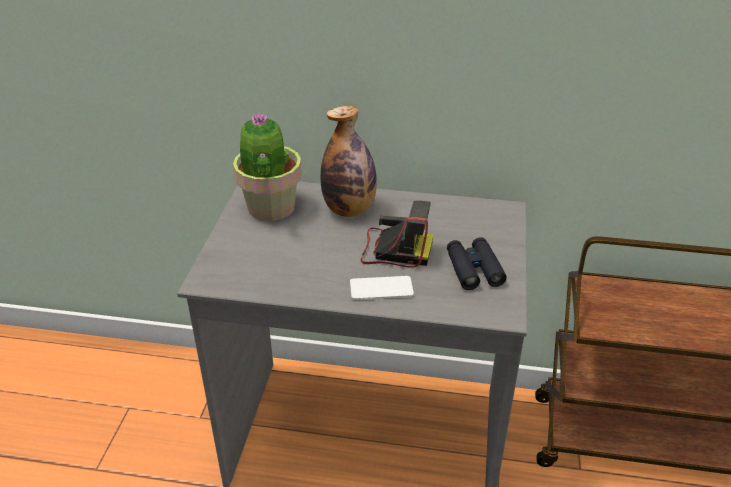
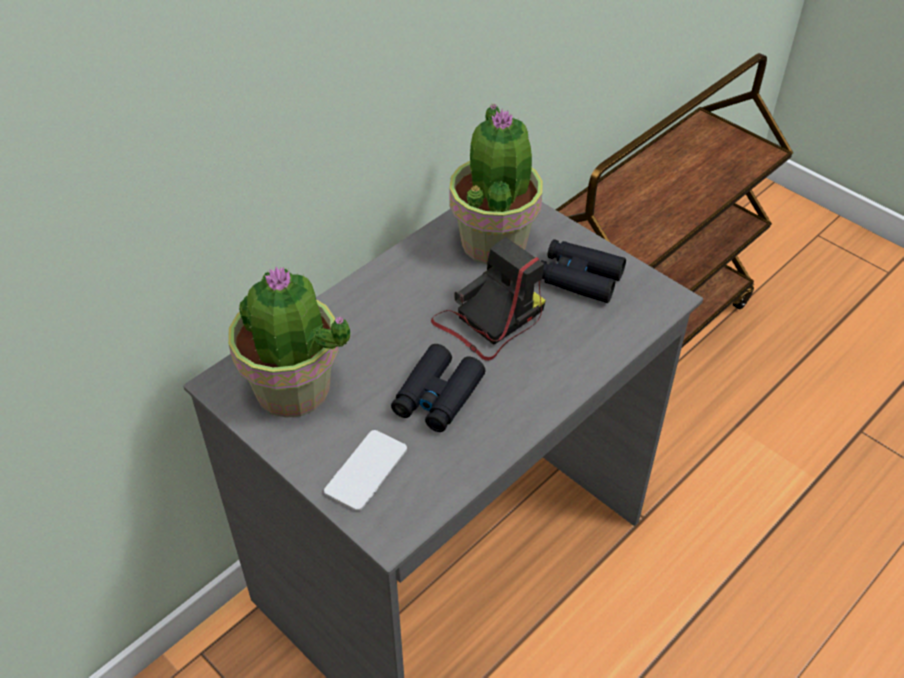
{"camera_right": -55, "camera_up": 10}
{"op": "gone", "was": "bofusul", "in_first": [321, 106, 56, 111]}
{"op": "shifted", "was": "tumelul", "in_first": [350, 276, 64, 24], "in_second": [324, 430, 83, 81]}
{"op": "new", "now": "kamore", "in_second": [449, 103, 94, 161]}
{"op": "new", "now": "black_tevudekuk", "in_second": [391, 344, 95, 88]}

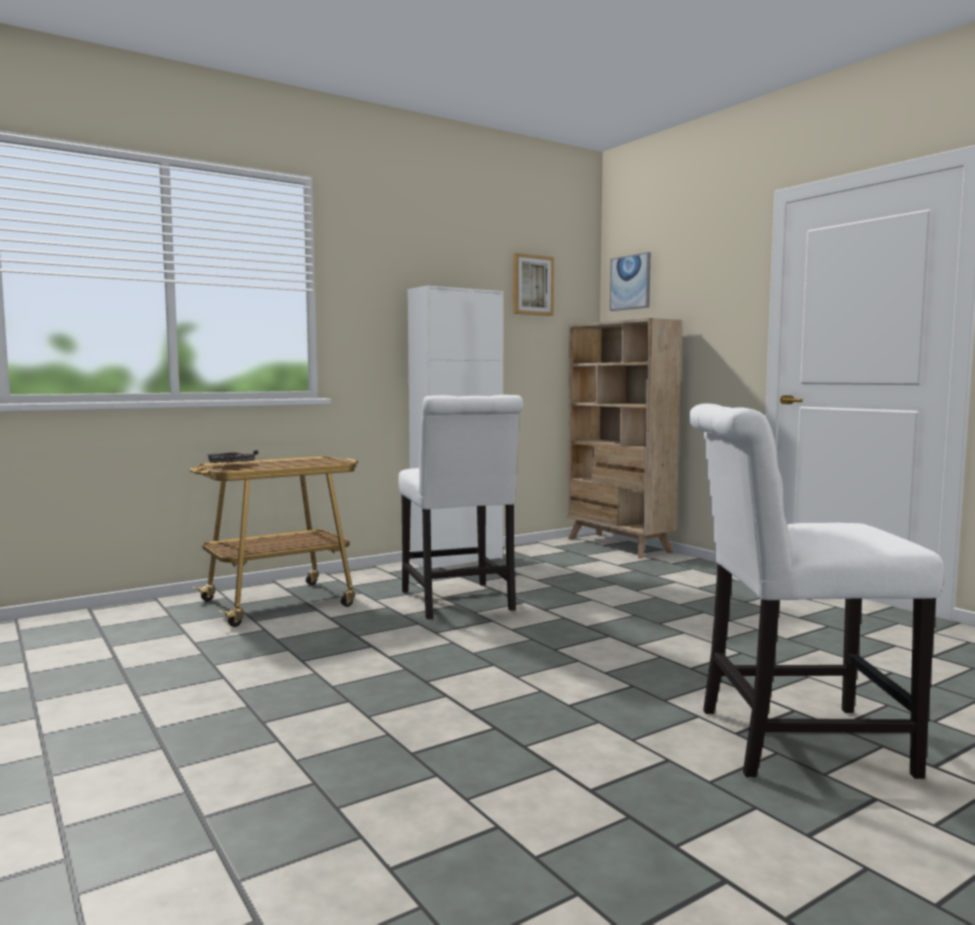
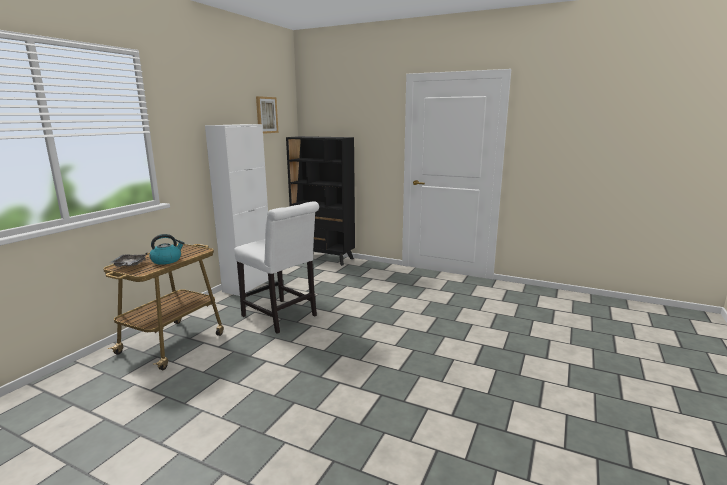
{"camera_right": -30, "camera_up": 10}
{"op": "gone", "was": "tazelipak", "in_first": [610, 252, 41, 59]}
{"op": "repainted", "was": "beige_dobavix", "now": "black_dobavix", "in_first": [567, 318, 115, 241], "in_second": [286, 136, 69, 130]}
{"op": "gone", "was": "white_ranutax", "in_first": [689, 404, 255, 376]}
{"op": "new", "now": "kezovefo", "in_second": [149, 234, 35, 31]}

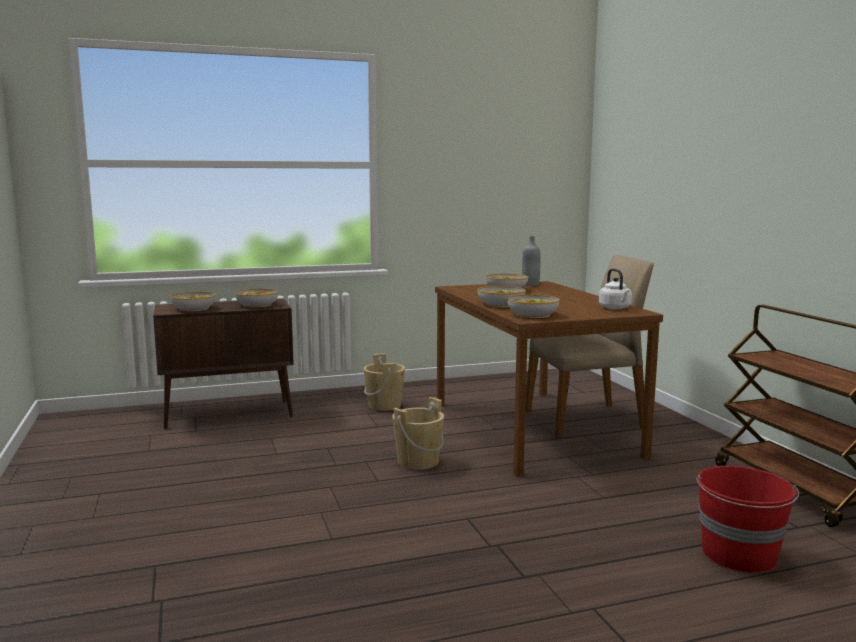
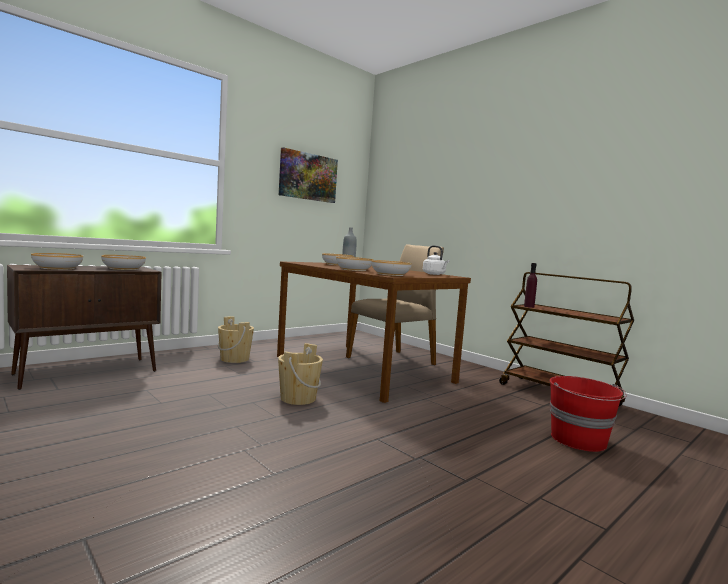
{"camera_right": -25, "camera_up": -5}
{"op": "new", "now": "tazelipak", "in_second": [279, 147, 59, 56]}
{"op": "new", "now": "purple_bofusul", "in_second": [524, 263, 13, 45]}

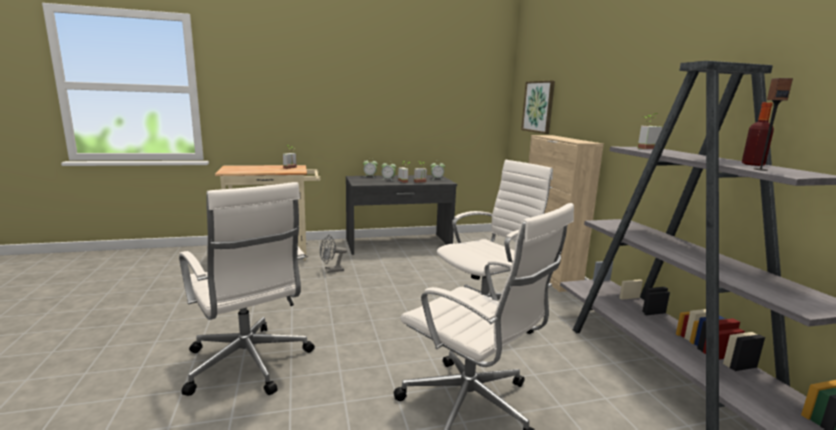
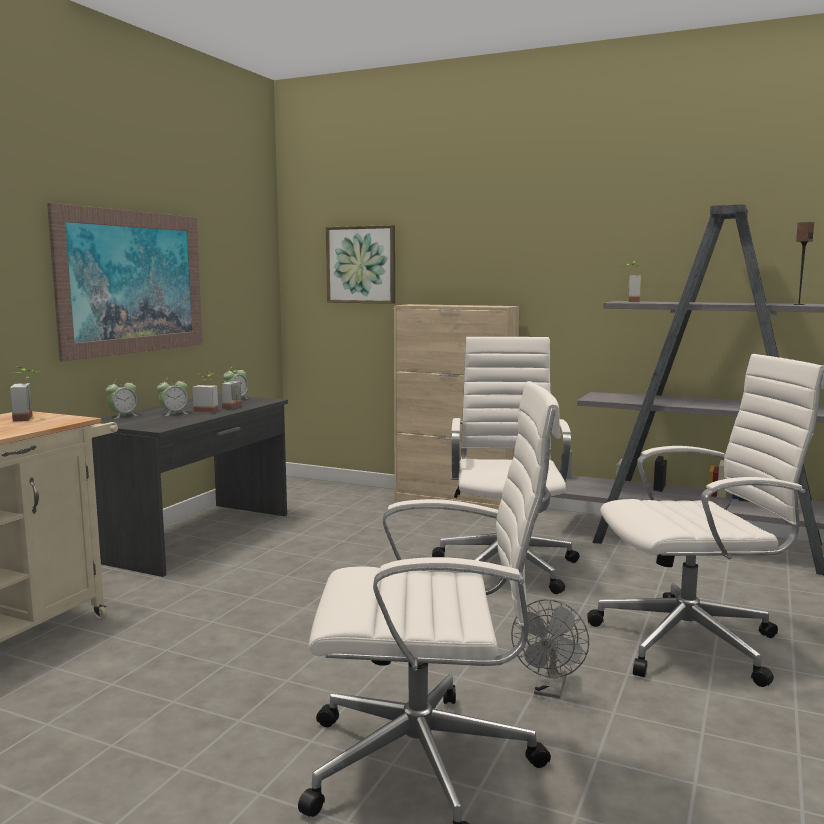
{"camera_right": -50, "camera_up": -5}
{"op": "gone", "was": "bofusul", "in_first": [742, 102, 32, 64]}
{"op": "shifted", "was": "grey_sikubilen", "in_first": [320, 236, 27, 37], "in_second": [511, 599, 78, 99]}
{"op": "new", "now": "tazelipak", "in_second": [47, 203, 156, 158]}

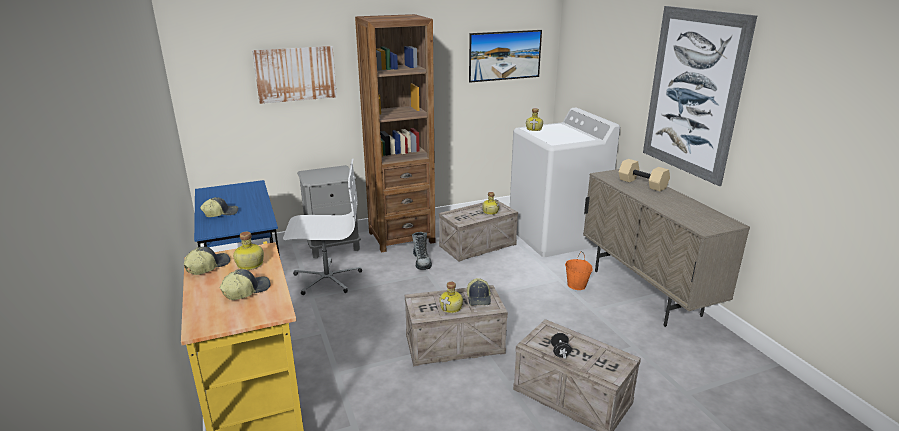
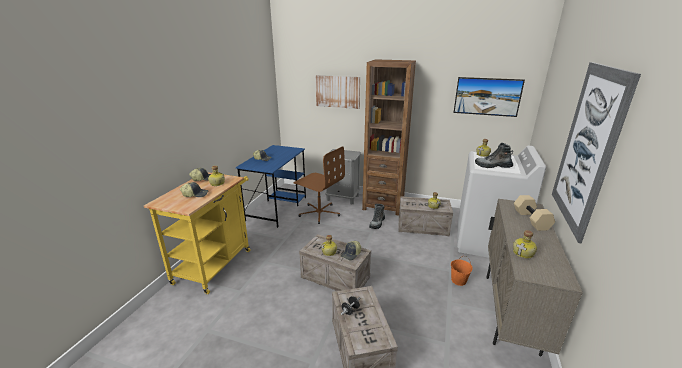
{"camera_right": 40, "camera_up": 0}
{"op": "repainted", "was": "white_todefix", "now": "brown_todefix", "in_first": [283, 159, 79, 136], "in_second": [294, 146, 51, 78]}
{"op": "new", "now": "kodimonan", "in_second": [475, 143, 38, 25]}
{"op": "new", "now": "bofusul", "in_second": [513, 230, 24, 29]}

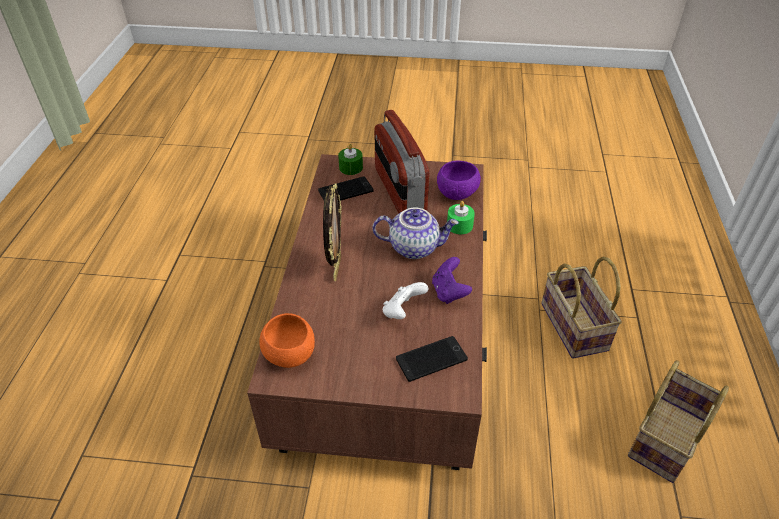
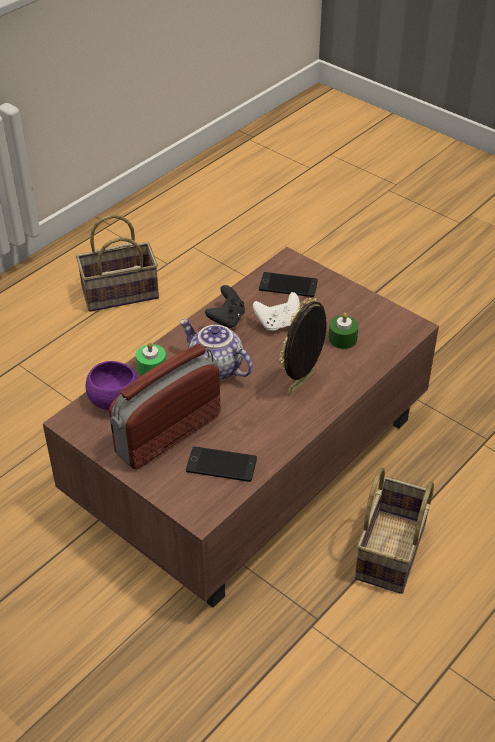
{"camera_right": -145, "camera_up": 0}
{"op": "rotated", "was": "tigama", "in_first": [374, 110, 55, 104], "in_second": [109, 344, 111, 126], "clockwise": -150}
{"op": "shifted", "was": "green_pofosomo", "in_first": [338, 144, 25, 31], "in_second": [328, 313, 31, 36]}
{"op": "shifted", "was": "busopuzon", "in_first": [541, 256, 81, 103], "in_second": [355, 467, 79, 127]}
{"op": "repainted", "was": "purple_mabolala", "now": "black_mabolala", "in_first": [432, 257, 40, 47], "in_second": [205, 285, 40, 43]}
{"op": "gone", "was": "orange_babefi", "in_first": [259, 313, 56, 55]}

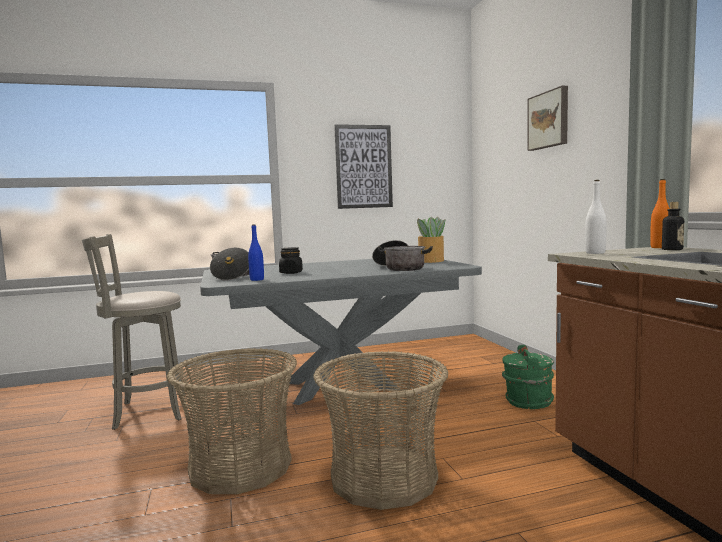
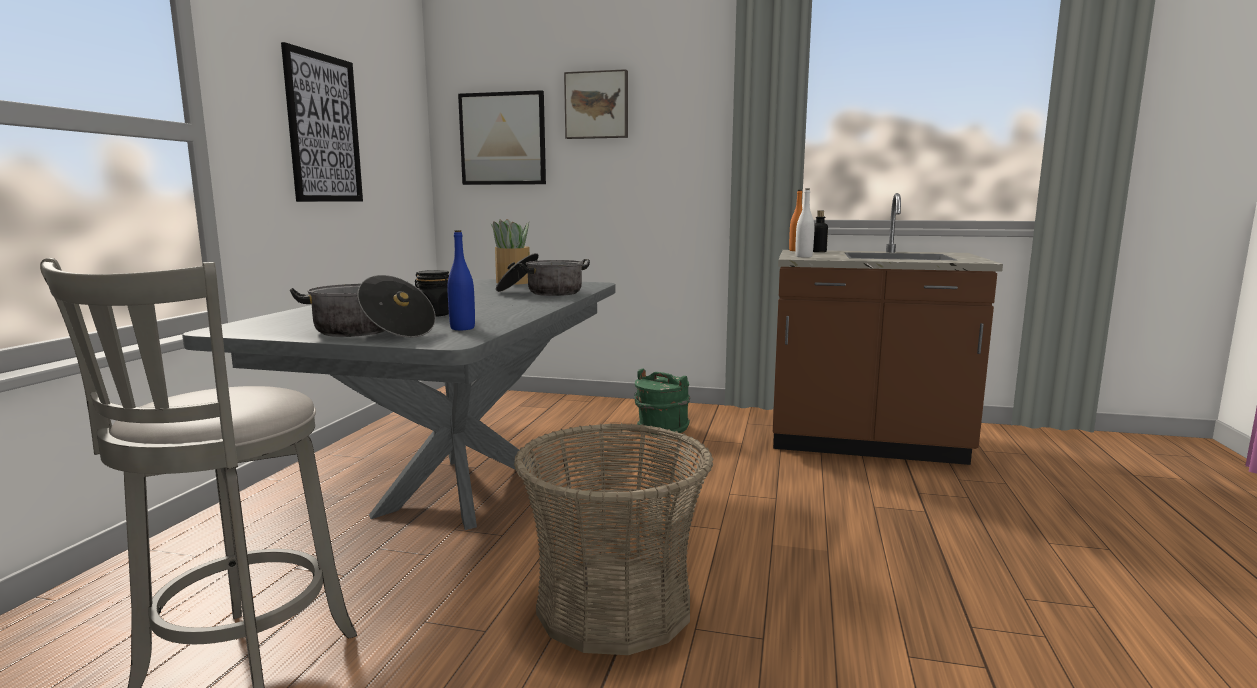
{"camera_right": -60, "camera_up": 5}
{"op": "gone", "was": "busopuzon", "in_first": [313, 351, 135, 159]}
{"op": "new", "now": "tazelipak", "in_second": [458, 90, 88, 95]}

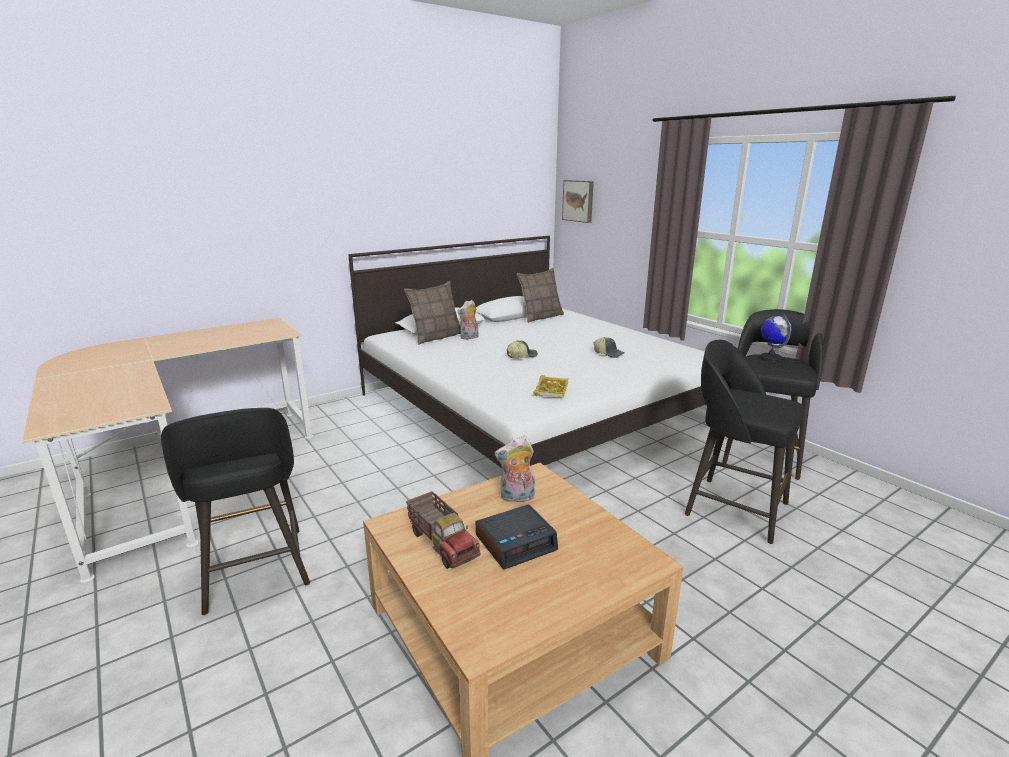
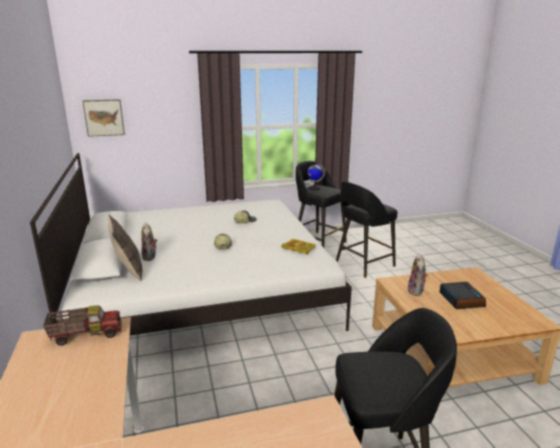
{"camera_right": -70, "camera_up": 0}
{"op": "gone", "was": "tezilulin", "in_first": [517, 268, 47, 55]}
{"op": "shifted", "was": "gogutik", "in_first": [406, 491, 74, 78], "in_second": [43, 305, 79, 41]}

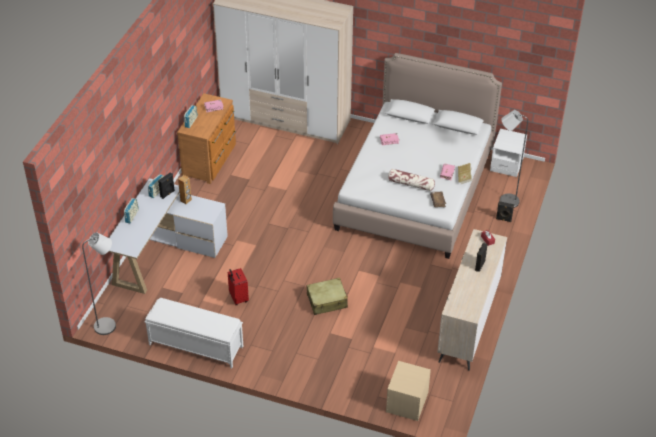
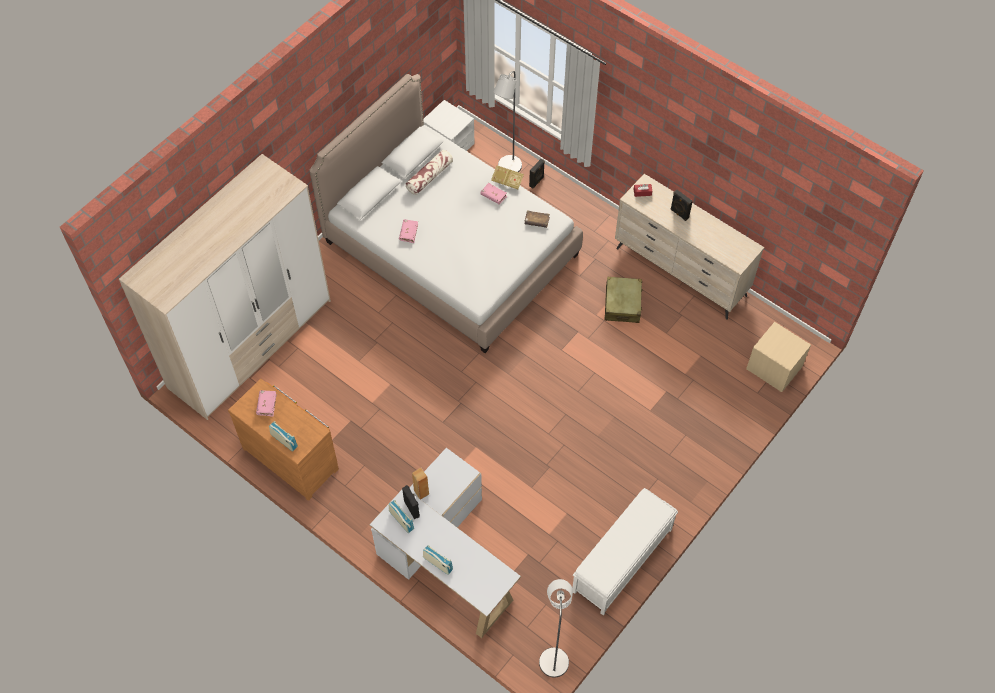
{"camera_right": -70, "camera_up": 15}
{"op": "shifted", "was": "tezilulin", "in_first": [388, 169, 47, 22], "in_second": [406, 150, 47, 45]}
{"op": "gone", "was": "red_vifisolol", "in_first": [228, 268, 21, 37]}
{"op": "shifted", "was": "beige_vifisolol", "in_first": [307, 278, 41, 37], "in_second": [604, 277, 39, 46]}

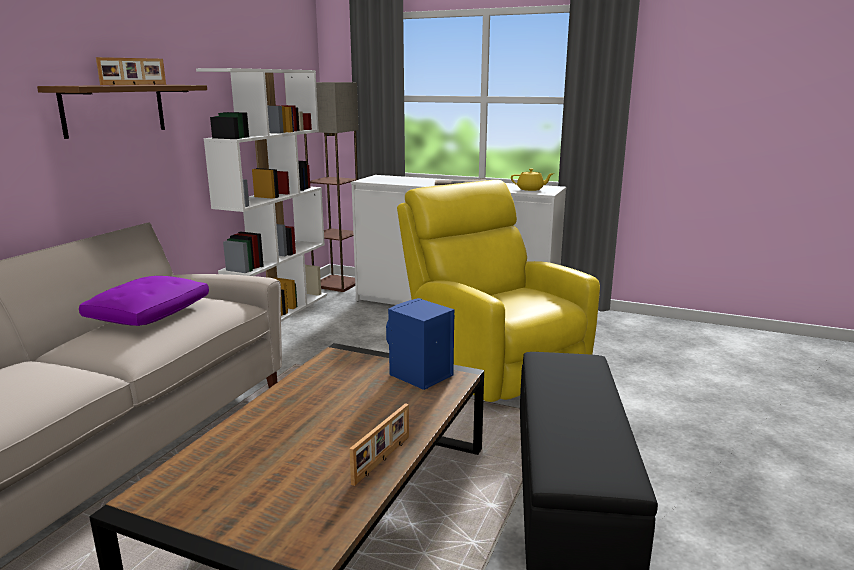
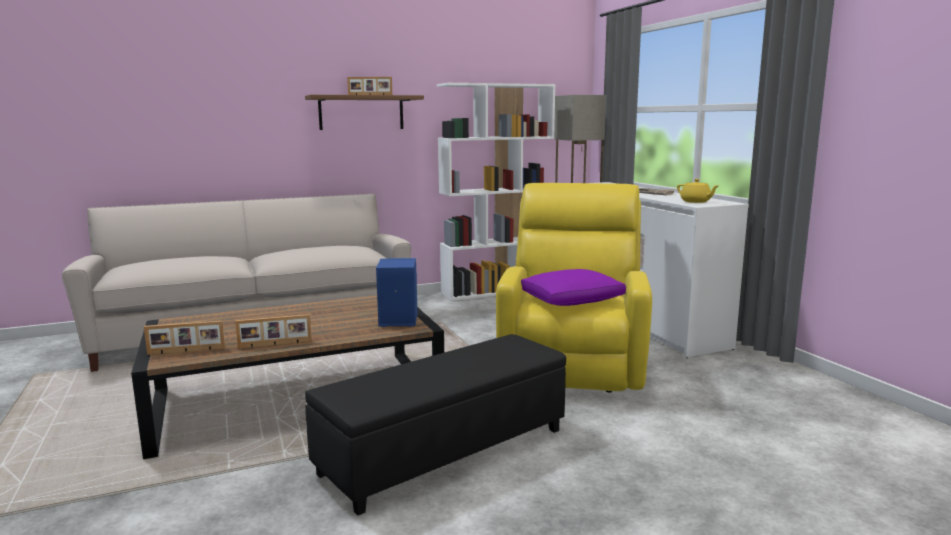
{"camera_right": 45, "camera_up": -5}
{"op": "shifted", "was": "purple_tezilulin", "in_first": [79, 276, 130, 50], "in_second": [521, 269, 105, 37]}
{"op": "new", "now": "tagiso", "in_second": [144, 321, 81, 34]}

